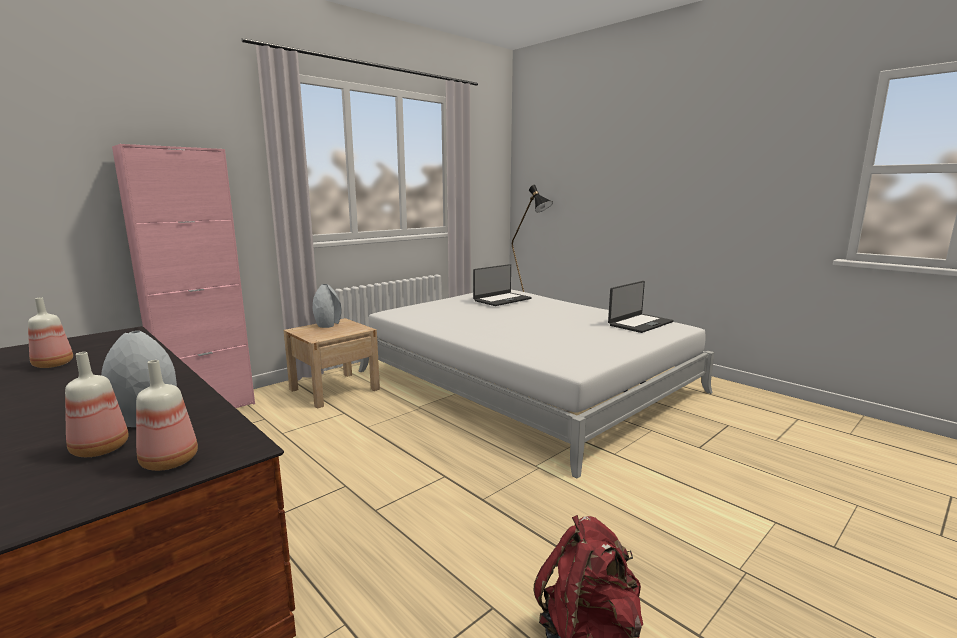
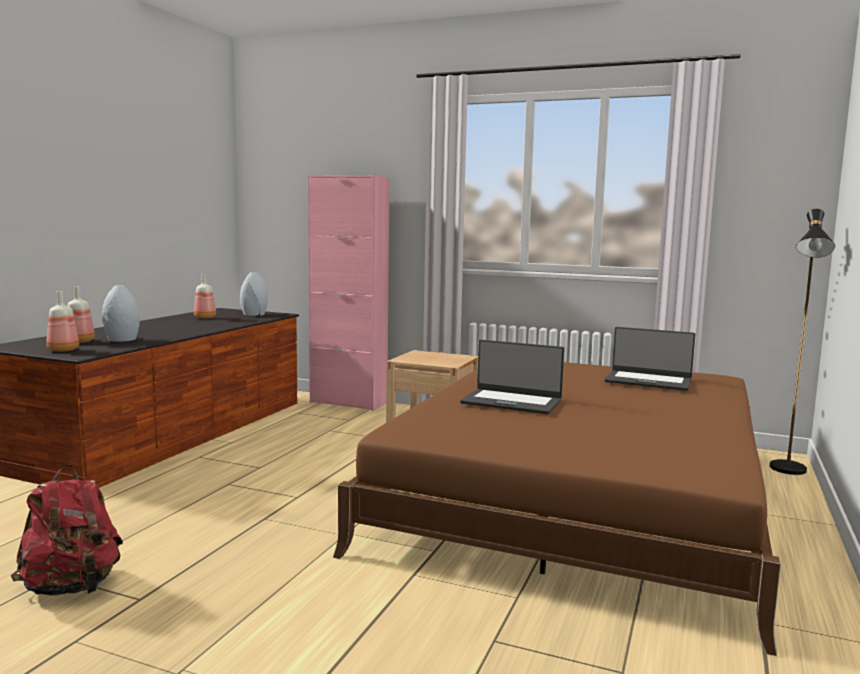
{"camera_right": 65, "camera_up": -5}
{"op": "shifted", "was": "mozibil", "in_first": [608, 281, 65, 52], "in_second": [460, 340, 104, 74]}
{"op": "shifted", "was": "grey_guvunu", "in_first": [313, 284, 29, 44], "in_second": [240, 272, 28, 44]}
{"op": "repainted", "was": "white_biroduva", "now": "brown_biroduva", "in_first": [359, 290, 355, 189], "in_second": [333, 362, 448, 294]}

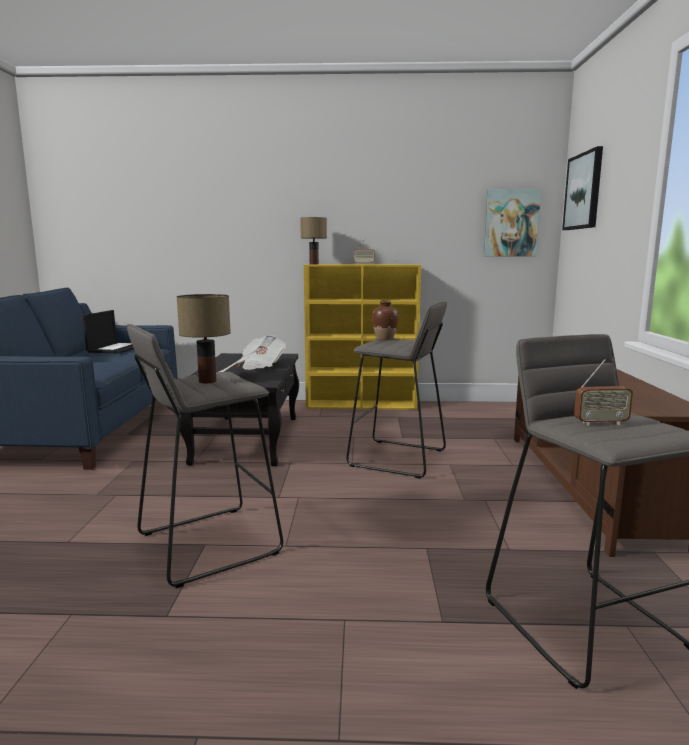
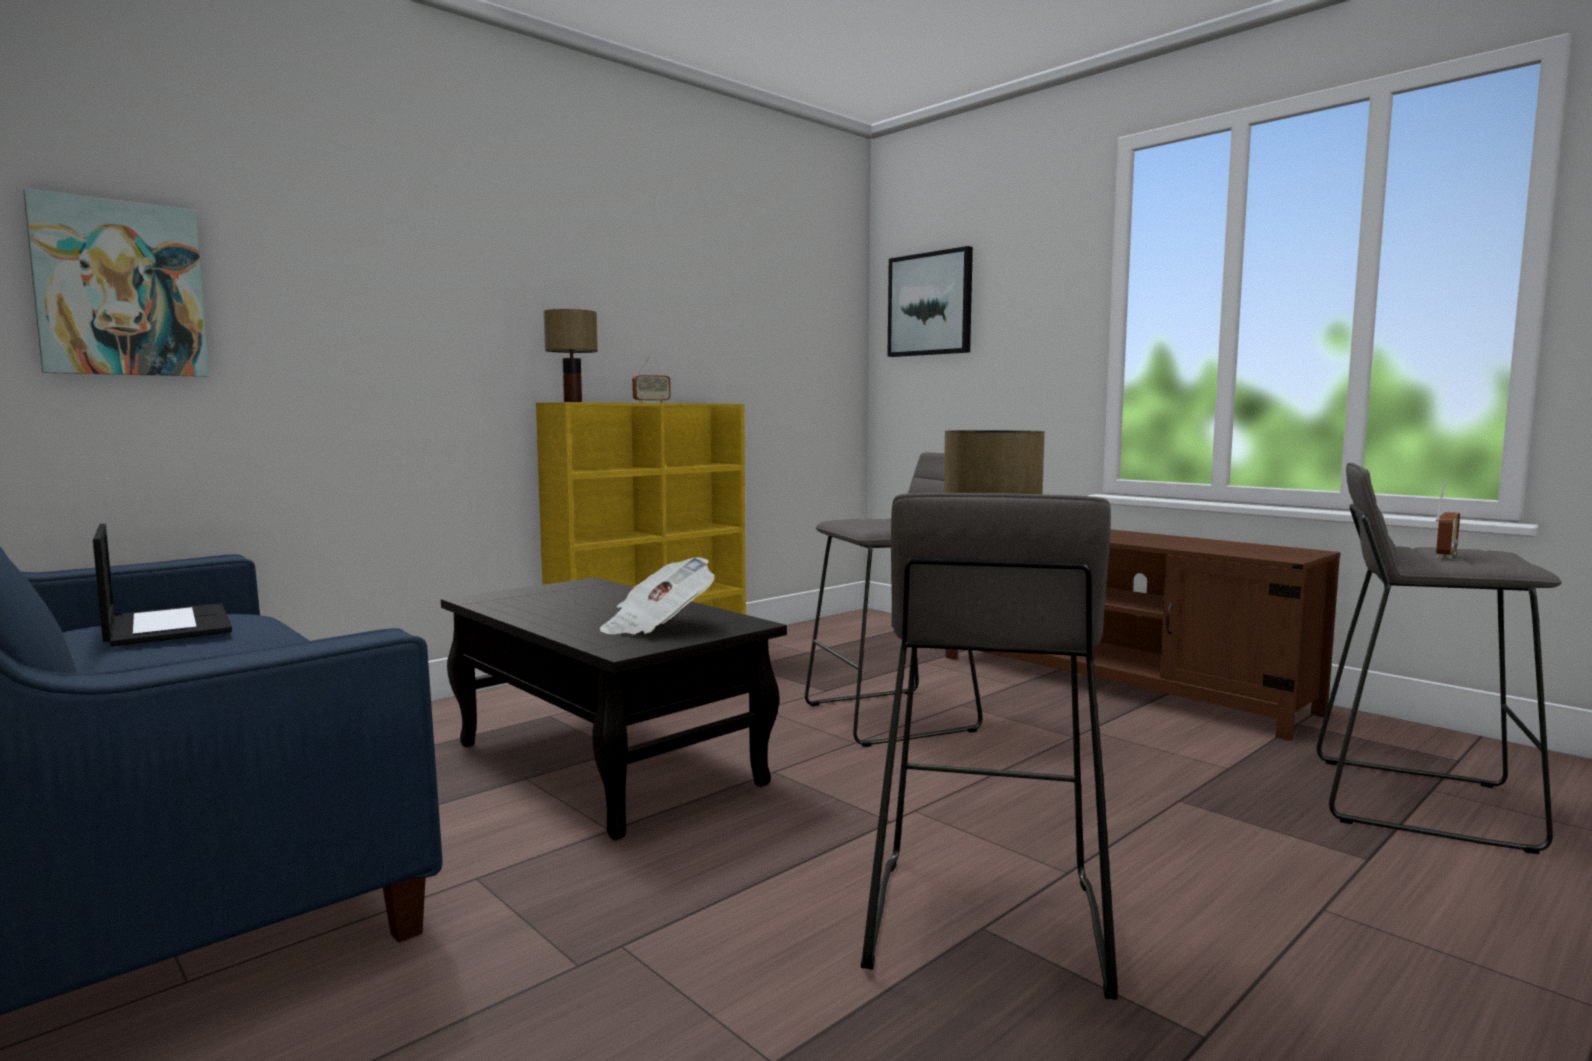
{"camera_right": -45, "camera_up": -5}
{"op": "shifted", "was": "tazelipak", "in_first": [484, 189, 57, 67], "in_second": [23, 188, 186, 189]}
{"op": "gone", "was": "brown_guvunu", "in_first": [372, 301, 26, 39]}
{"op": "gone", "was": "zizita", "in_first": [241, 335, 45, 35]}

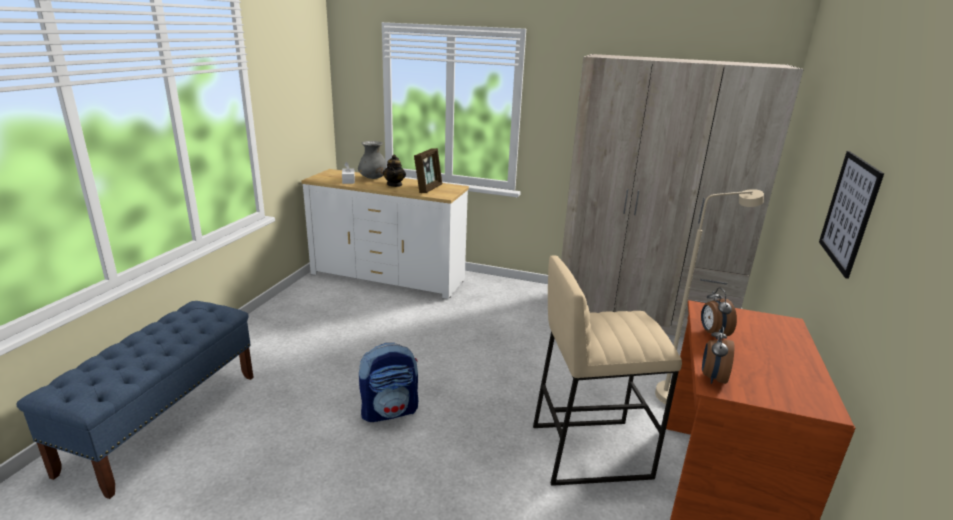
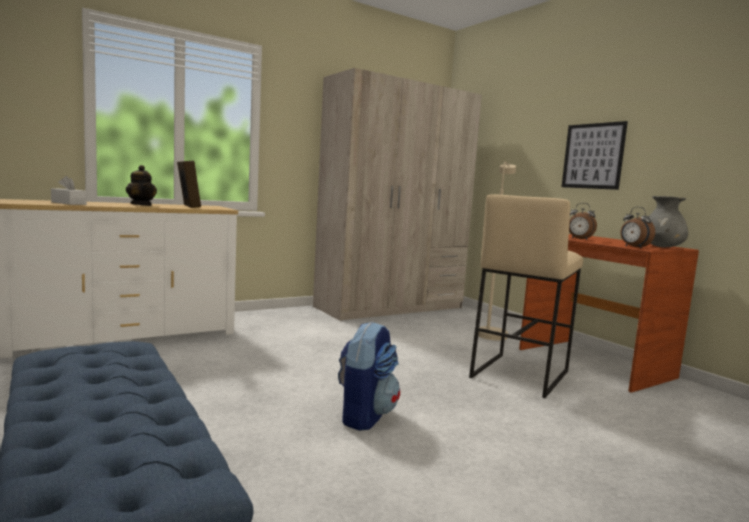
{"camera_right": -50, "camera_up": -15}
{"op": "shifted", "was": "grey_guvunu", "in_first": [358, 141, 28, 38], "in_second": [649, 196, 39, 51]}

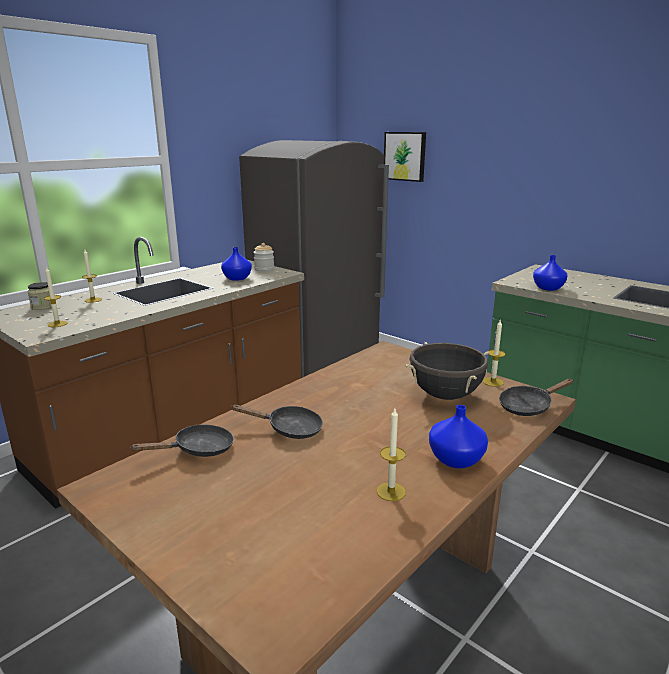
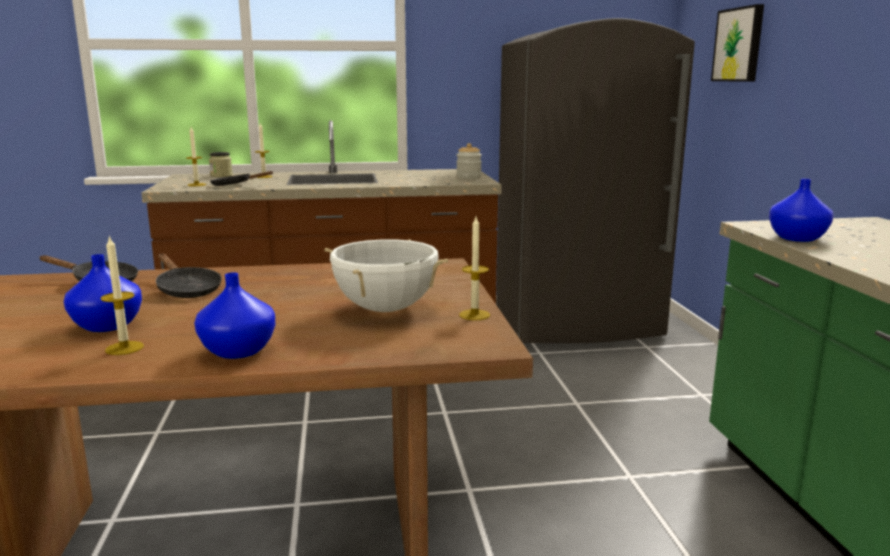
{"camera_right": 40, "camera_up": -5}
{"op": "shifted", "was": "blue_guvunu", "in_first": [221, 247, 31, 34], "in_second": [64, 254, 78, 78]}
{"op": "repainted", "was": "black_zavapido", "now": "white_zavapido", "in_first": [405, 342, 84, 58], "in_second": [324, 239, 124, 73]}
{"op": "shifted", "was": "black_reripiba", "in_first": [499, 379, 74, 37], "in_second": [210, 171, 63, 15]}

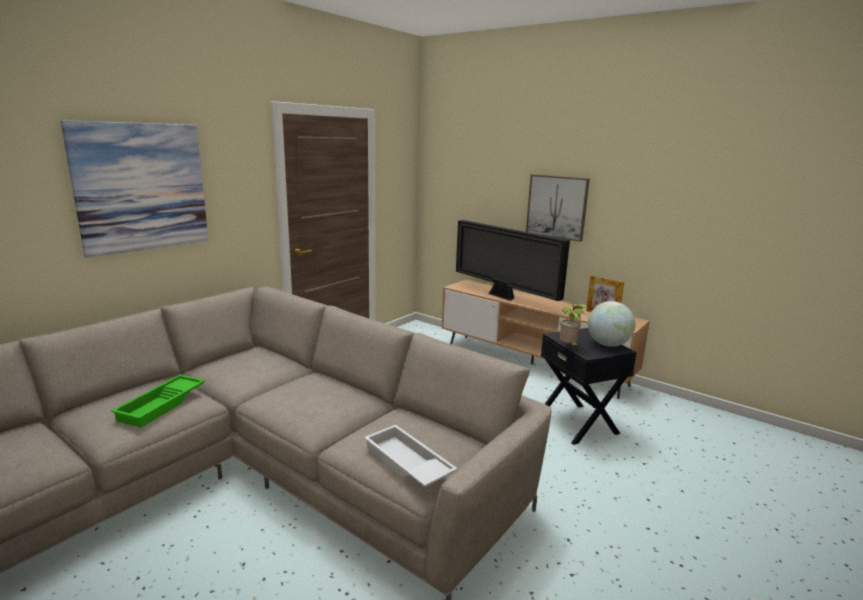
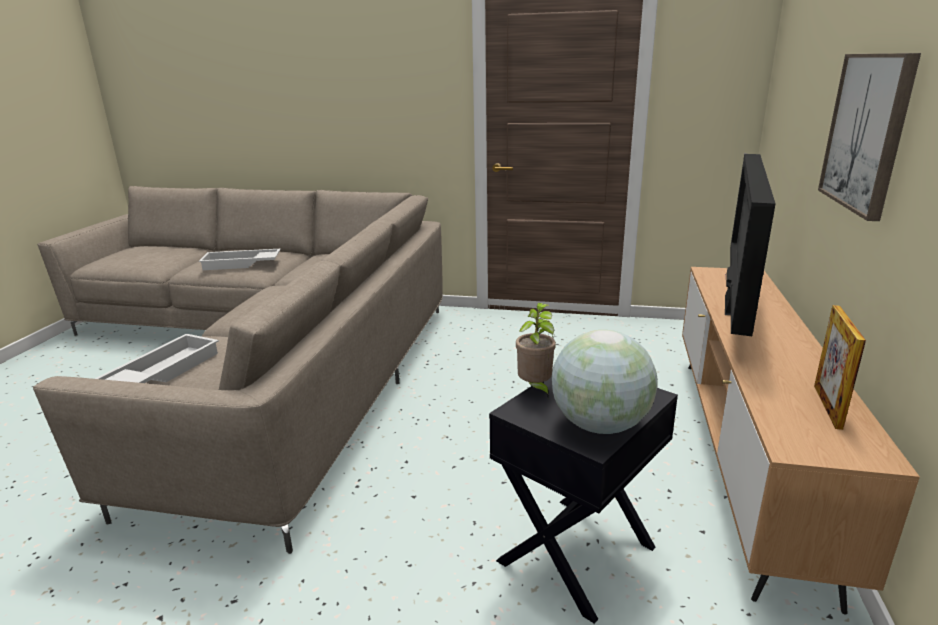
{"camera_right": 65, "camera_up": 5}
{"op": "gone", "was": "tazelipak", "in_first": [61, 120, 147, 138]}
{"op": "repainted", "was": "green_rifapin", "now": "white_rifapin", "in_first": [111, 375, 95, 53], "in_second": [199, 249, 82, 21]}

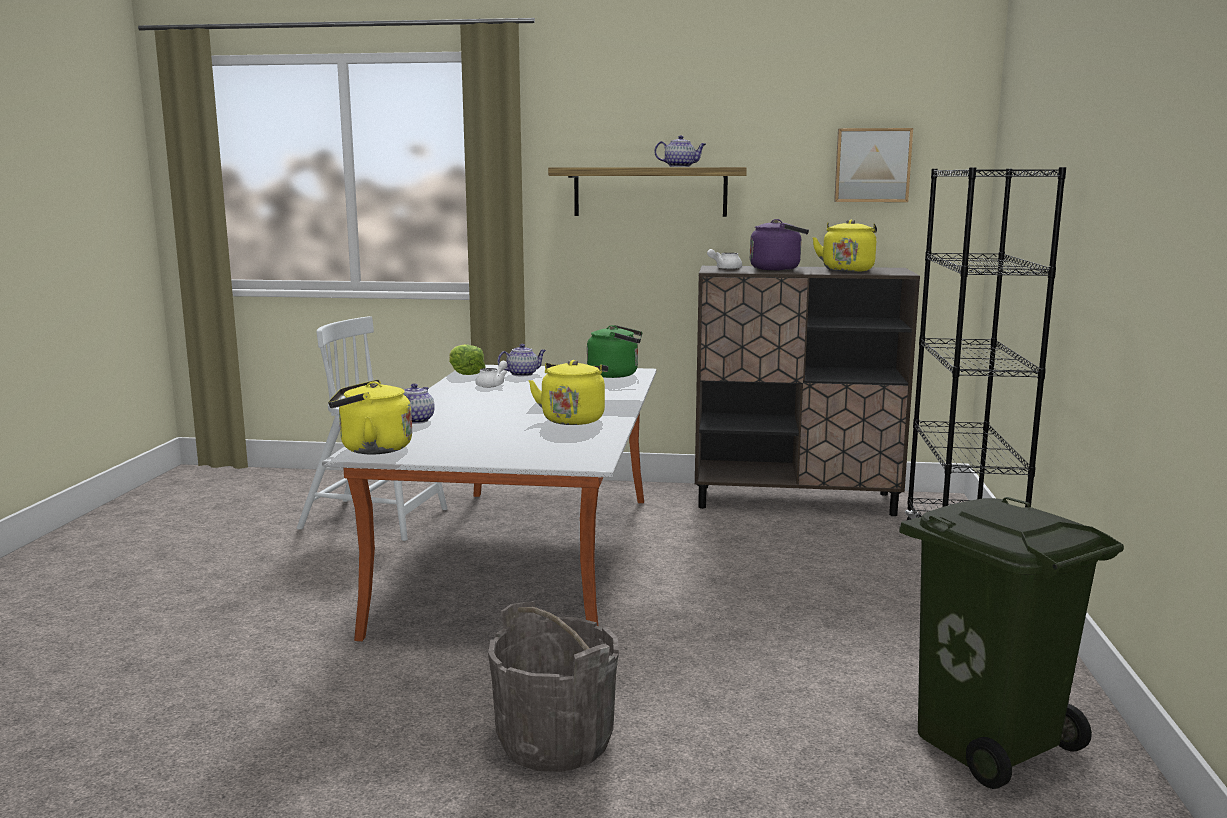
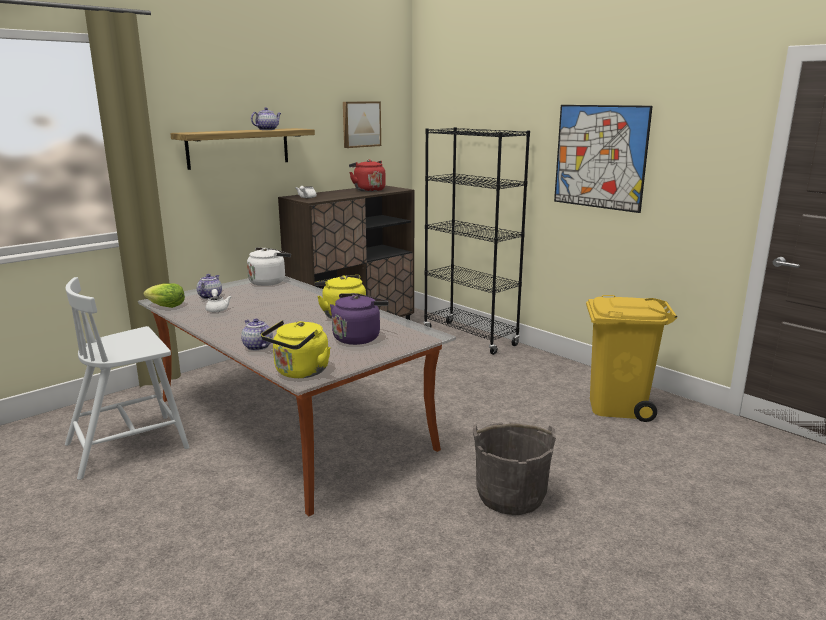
{"camera_right": -50, "camera_up": 5}
{"op": "shifted", "was": "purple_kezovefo", "in_first": [750, 219, 59, 51], "in_second": [330, 293, 59, 52]}
{"op": "repainted", "was": "yellow_kezovefo", "now": "red_kezovefo", "in_first": [812, 220, 65, 52], "in_second": [349, 159, 37, 33]}
{"op": "repainted", "was": "green_kezovefo", "now": "white_kezovefo", "in_first": [587, 325, 55, 53], "in_second": [247, 247, 44, 39]}
{"op": "repainted", "was": "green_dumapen", "now": "yellow_dumapen", "in_first": [899, 497, 225, 292], "in_second": [586, 295, 91, 127]}
{"op": "new", "now": "tazelipak", "in_second": [554, 105, 99, 108]}

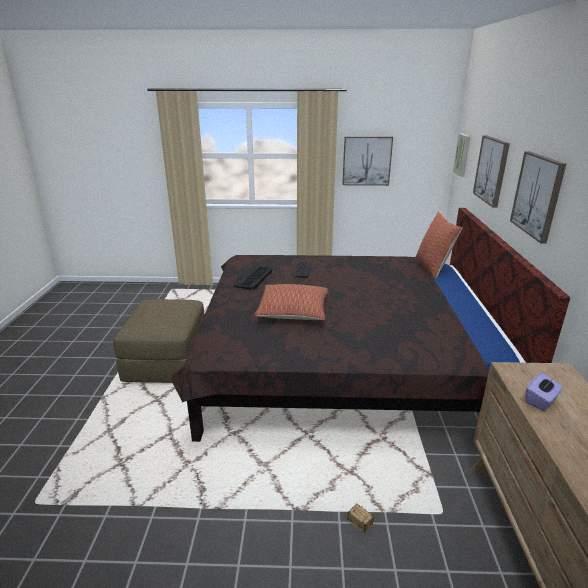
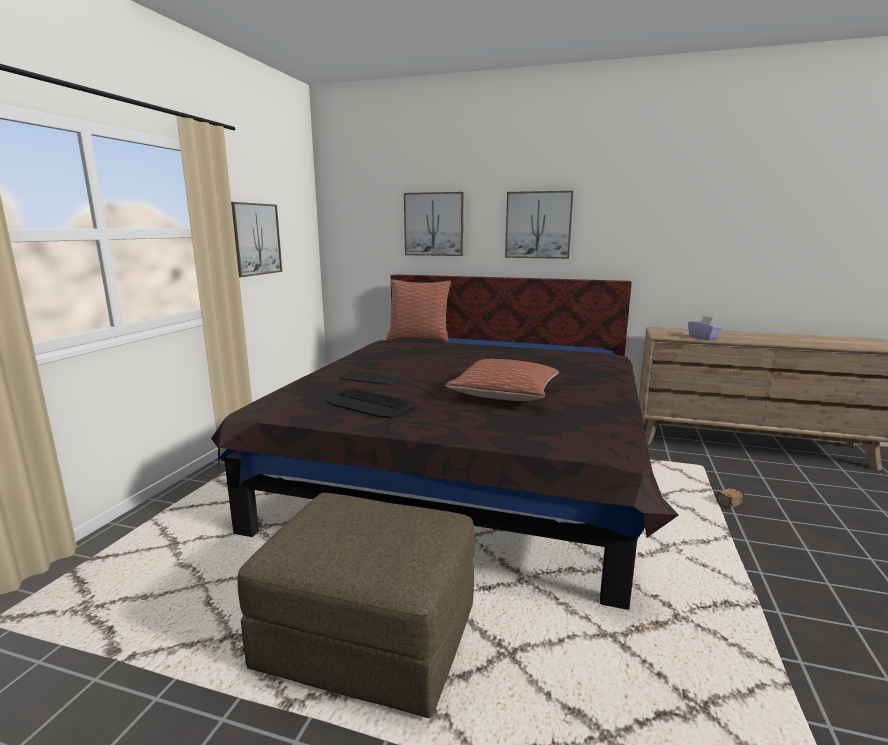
{"camera_right": -75, "camera_up": -10}
{"op": "gone", "was": "tazelipak", "in_first": [453, 133, 18, 44]}

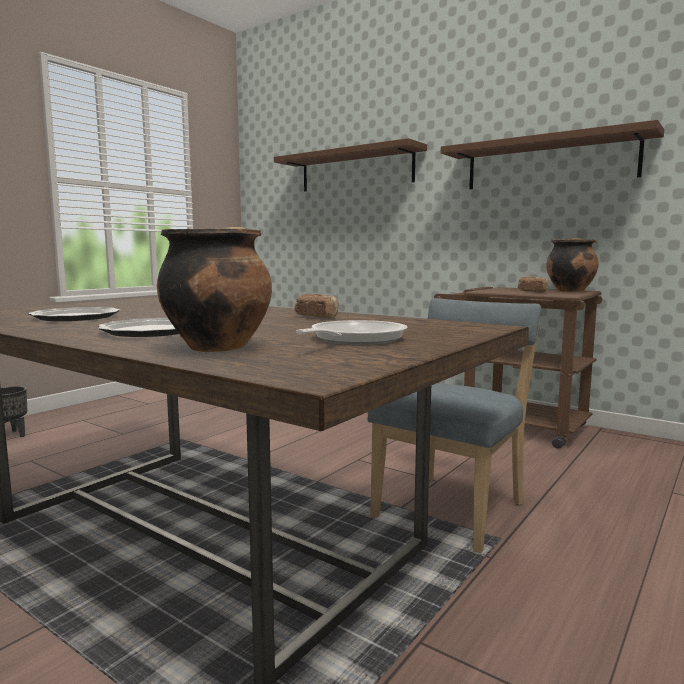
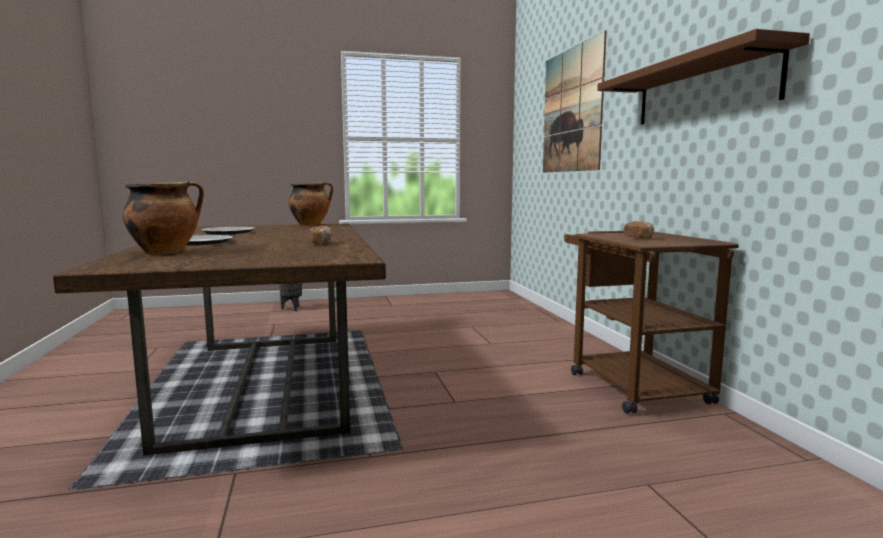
{"camera_right": 40, "camera_up": 0}
{"op": "swapped", "was": "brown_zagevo", "now": "tazelipak", "in_first": [274, 138, 153, 53], "in_second": [543, 31, 63, 142]}
{"op": "shifted", "was": "zavapido", "in_first": [546, 238, 52, 54], "in_second": [289, 182, 44, 43]}
{"op": "gone", "was": "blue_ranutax", "in_first": [367, 298, 174, 255]}
{"op": "gone", "was": "reripiba", "in_first": [296, 320, 112, 25]}

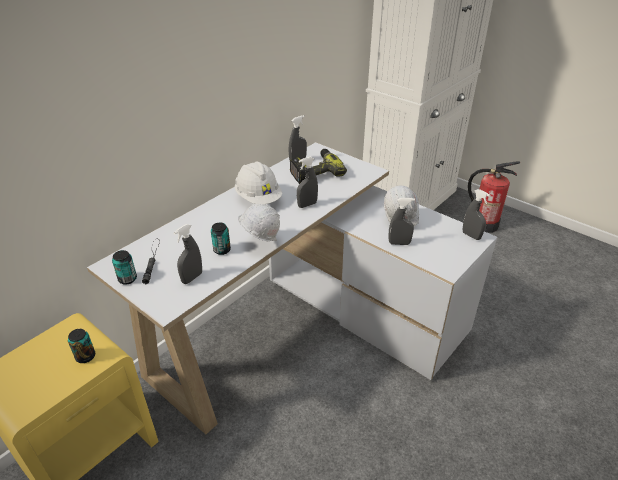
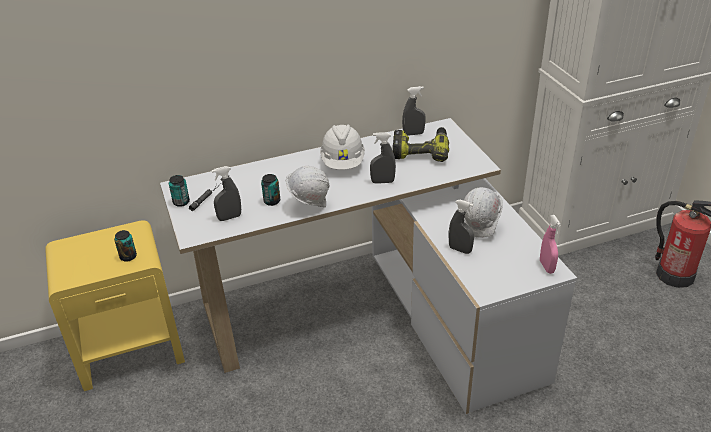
{"camera_right": 30, "camera_up": 0}
{"op": "repainted", "was": "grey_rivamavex", "now": "pink_rivamavex", "in_first": [462, 189, 28, 51], "in_second": [540, 215, 21, 59]}

